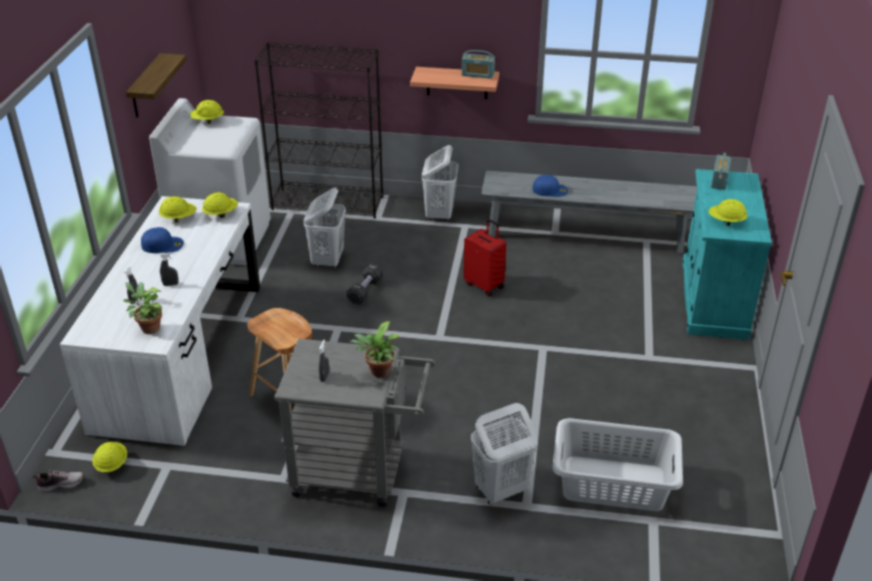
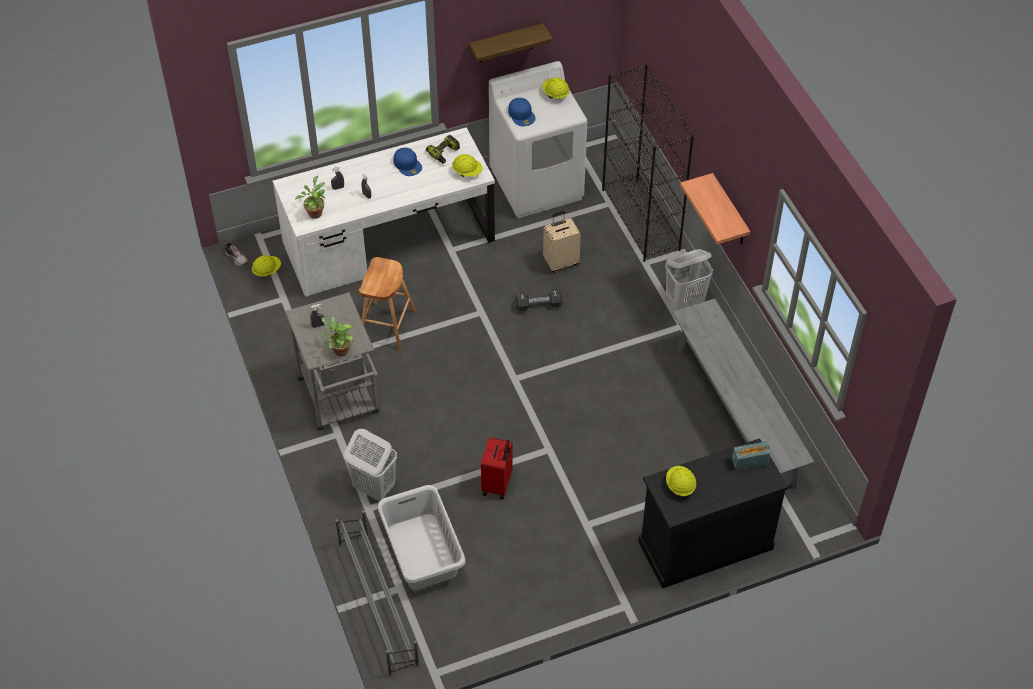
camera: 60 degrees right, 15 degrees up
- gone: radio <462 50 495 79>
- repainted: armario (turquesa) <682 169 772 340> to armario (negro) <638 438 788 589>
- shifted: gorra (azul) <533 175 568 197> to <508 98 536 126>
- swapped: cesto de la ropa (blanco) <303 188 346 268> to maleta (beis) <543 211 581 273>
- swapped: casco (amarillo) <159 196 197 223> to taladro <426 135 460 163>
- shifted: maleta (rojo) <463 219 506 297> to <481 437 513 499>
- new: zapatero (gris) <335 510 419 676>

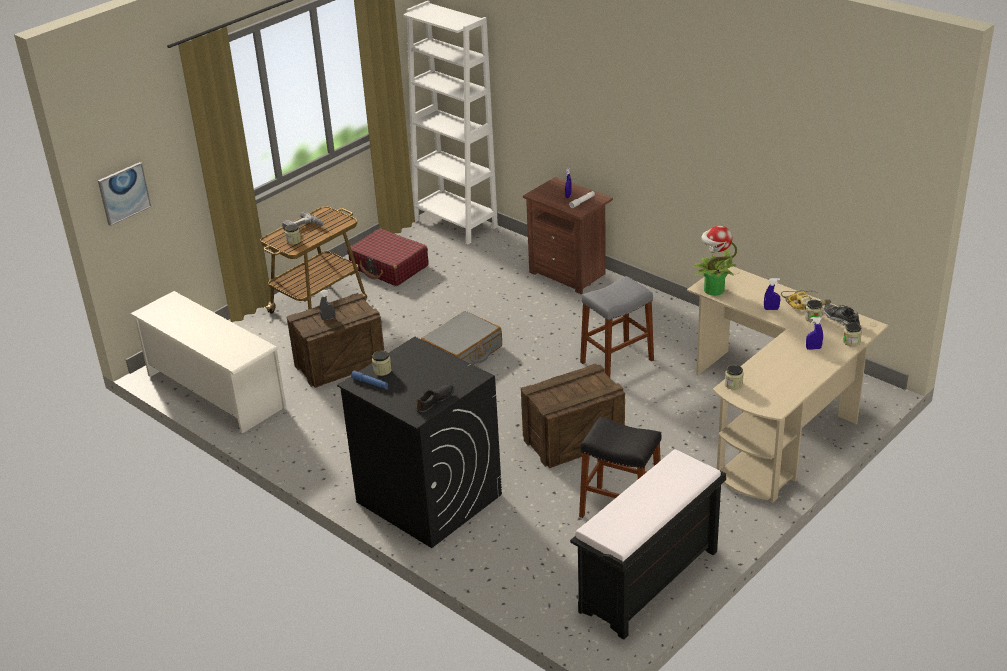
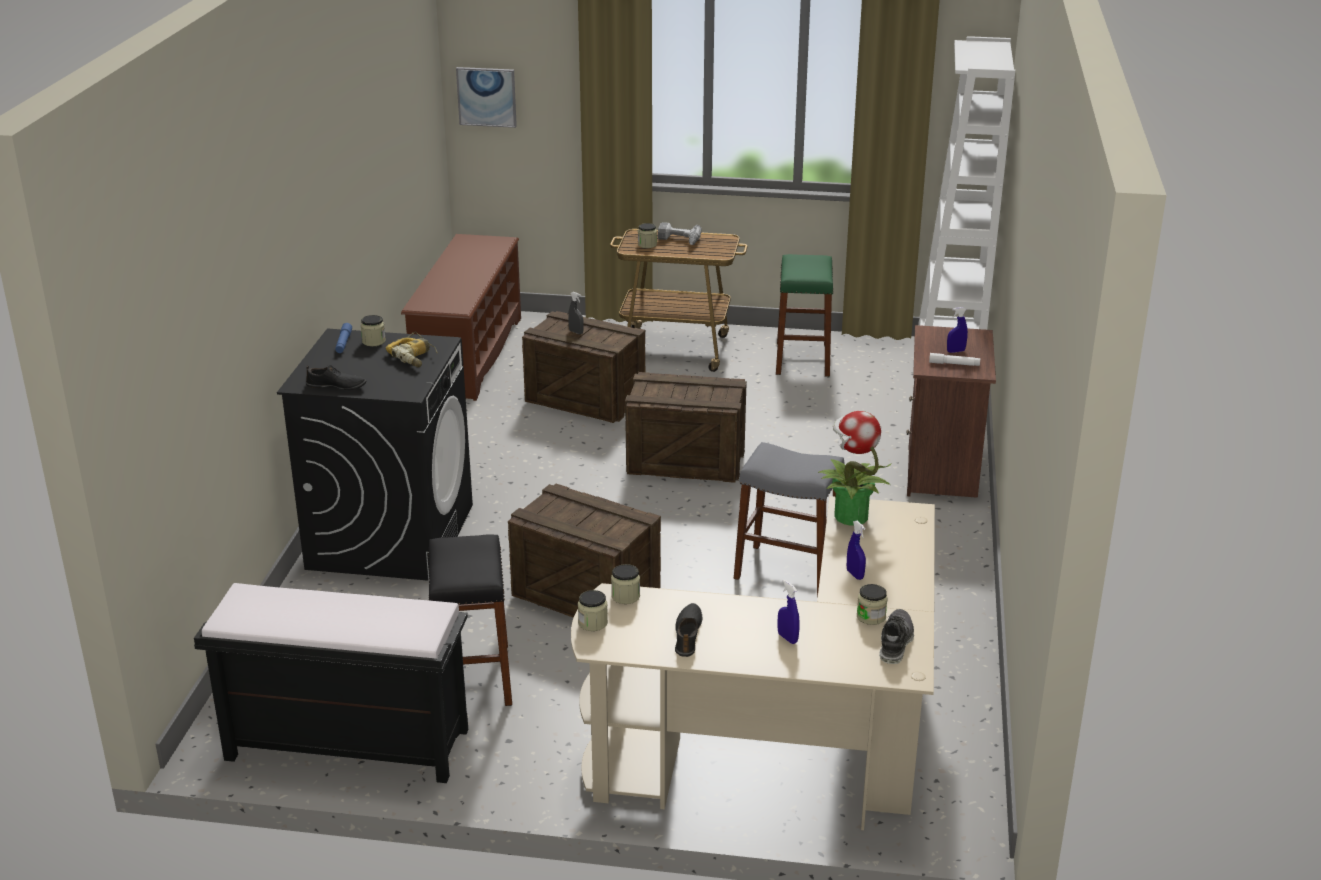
camera: 55 degrees right, 5 degrees down
- swapped: maleta (rojo) <347 228 429 286> to taburete (verde) <776 254 833 377>
- shifted: taladro <781 290 831 310> to <386 332 438 367>
- repainted: zapatero (blanco) <130 291 287 434> to zapatero (marrón) <401 234 521 401>
- swapped: maleta (gris) <421 311 502 365> to caja de embalaje <625 372 747 483>
- shifted: tarro <843 322 862 346> to <578 590 608 631>
- new: zapato (negro) <675 603 703 657>

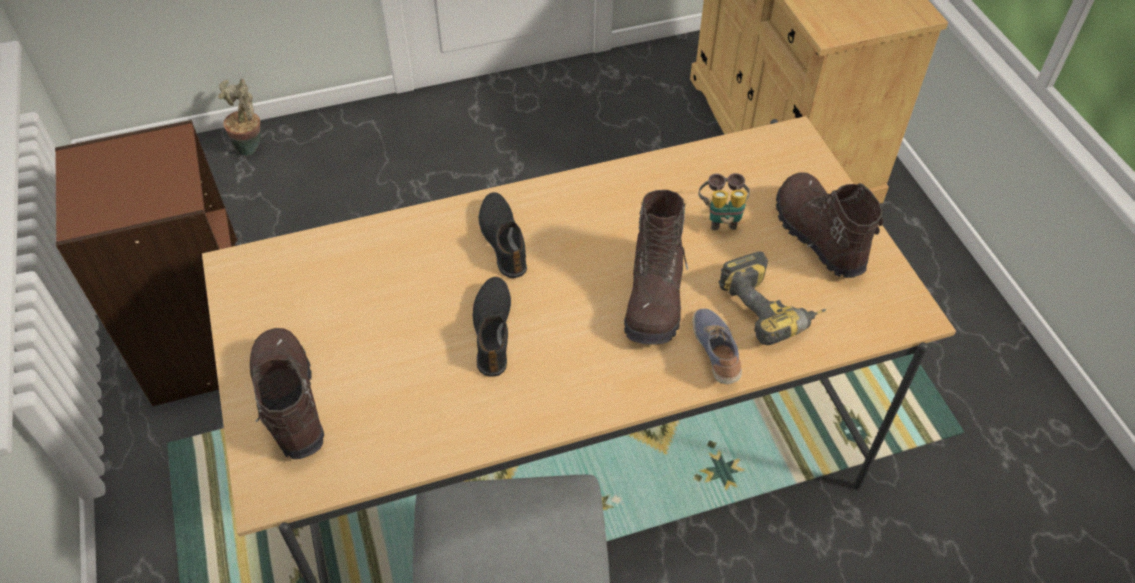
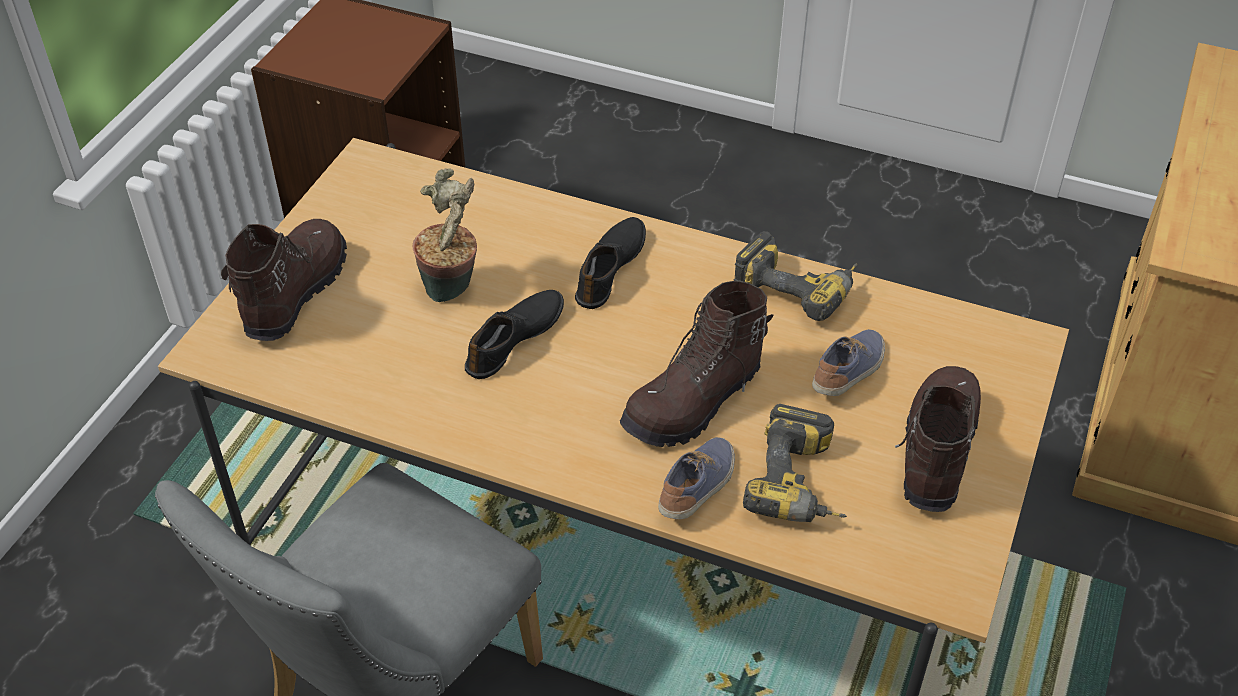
camera: 40 degrees right, 5 degrees down
- shifted: planta en maceta <218 78 261 156> to <413 168 477 302>
- swapped: prismáticos <698 173 750 230> to zapato <812 329 885 396>
- new: taladro <734 231 857 321>

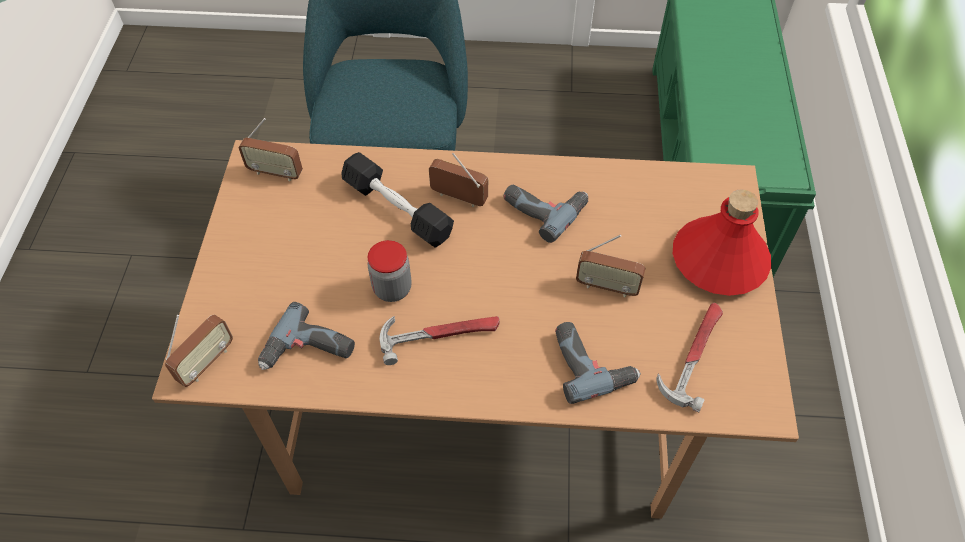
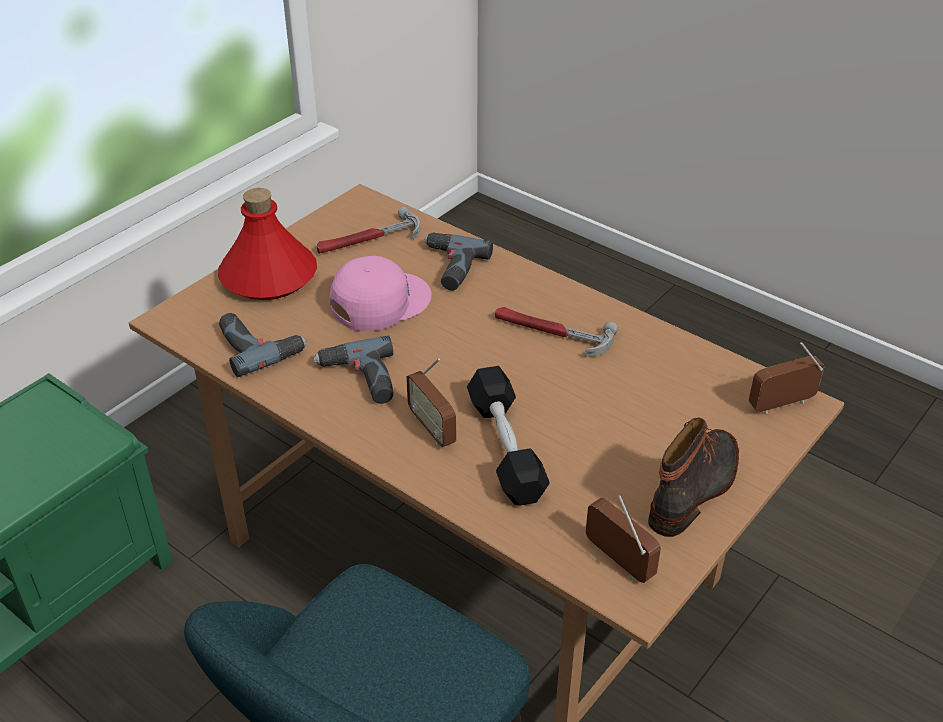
camera: 145 degrees left, 15 degrees down
- swapped: radio <576 234 645 297> to gorra (rosa) <329 256 432 331>
- gone: tarro <368 240 412 302>
- shifted: taladro <258 302 355 370> to <219 313 307 377>
- new: bota <648 418 739 537>

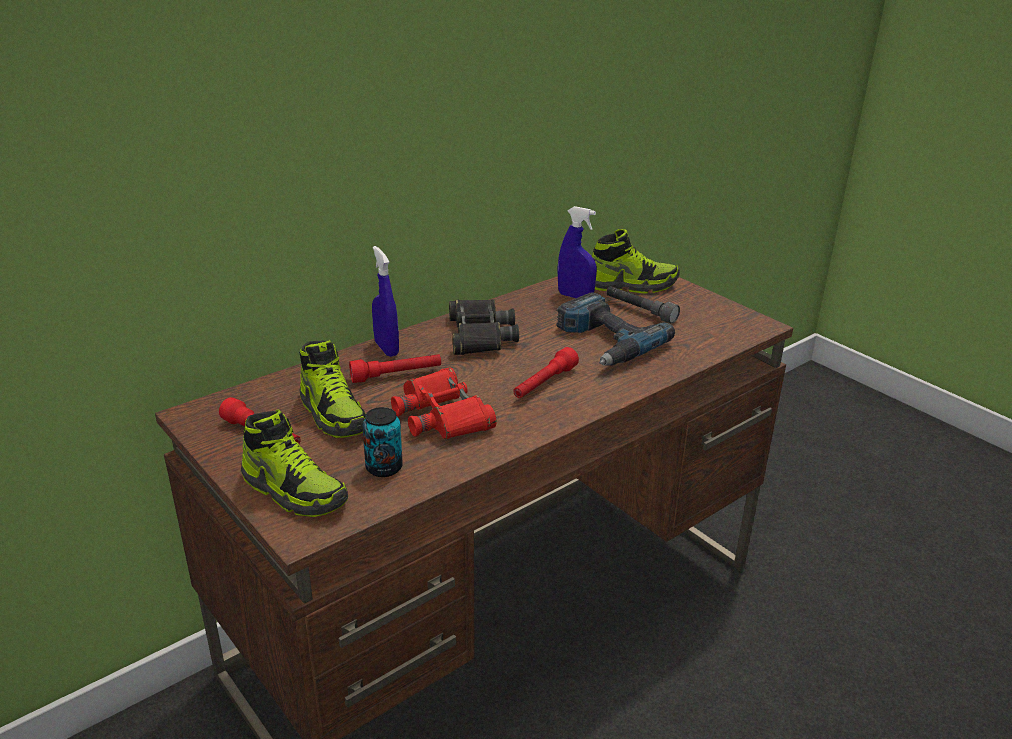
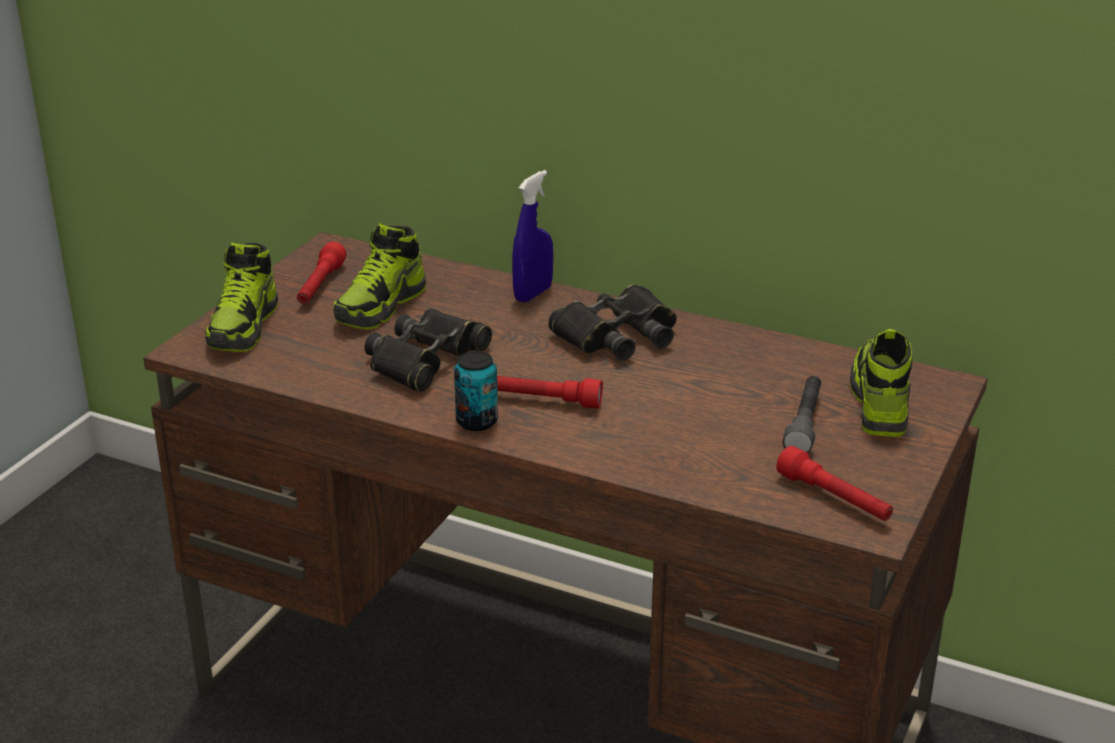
camera: 65 degrees right, 0 degrees up
- gone: pulverizador (azul) <557 206 597 298>
- rotated: zapato <592 229 680 294> = <850 329 912 437> 150 degrees counterclockwise
- gone: taladro <556 292 675 366>
- shifted: linterna (rojo) <349 354 441 383> to <776 446 893 521>
- repainted: prismáticos (rojo) <391 367 497 439> to prismáticos (negro) <364 308 492 392>
- shifted: lata <362 407 403 477> to <454 351 498 431>

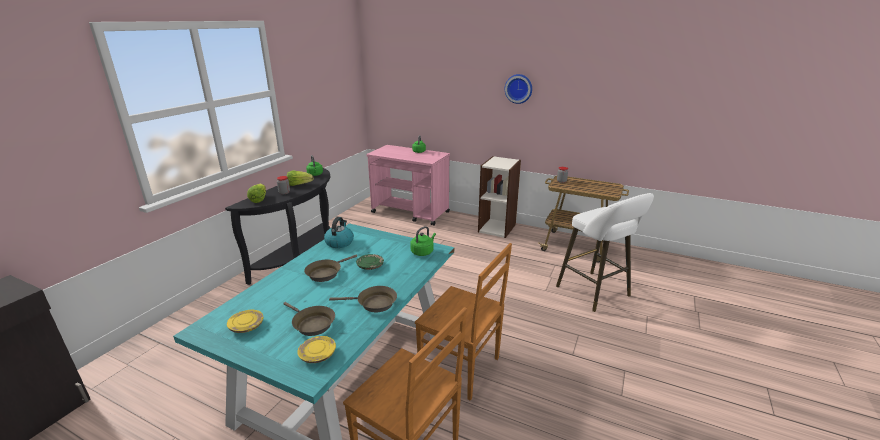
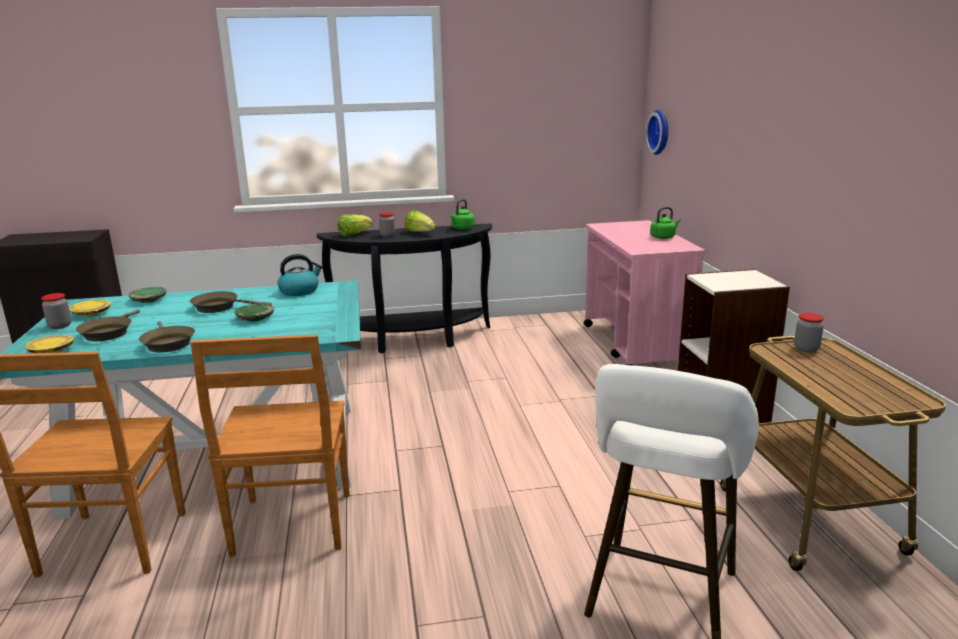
camera: 55 degrees right, 5 degrees down
- shifted: reloj de pared <505 74 532 104> to <646 110 668 155>
- gone: hervidor (verde) <410 226 436 256>
- new: plato (verde) <128 287 167 303>
- new: tarro <41 293 72 329>

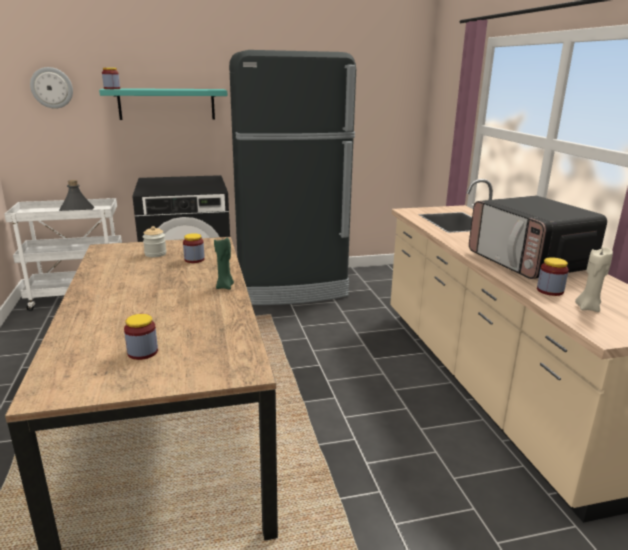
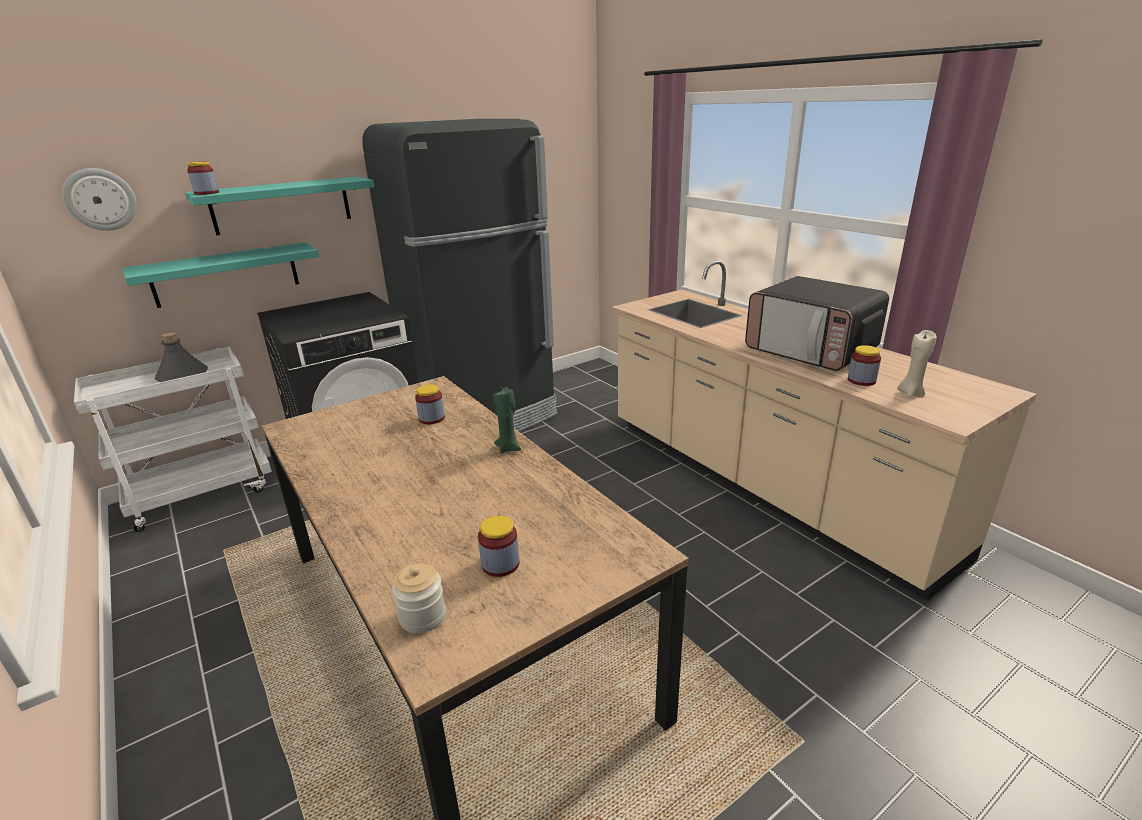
camera: 20 degrees left, 5 degrees up
- shifted: tarro <143 226 167 257> to <392 563 446 633>
- new: estante (turquesa) <123 242 319 308>

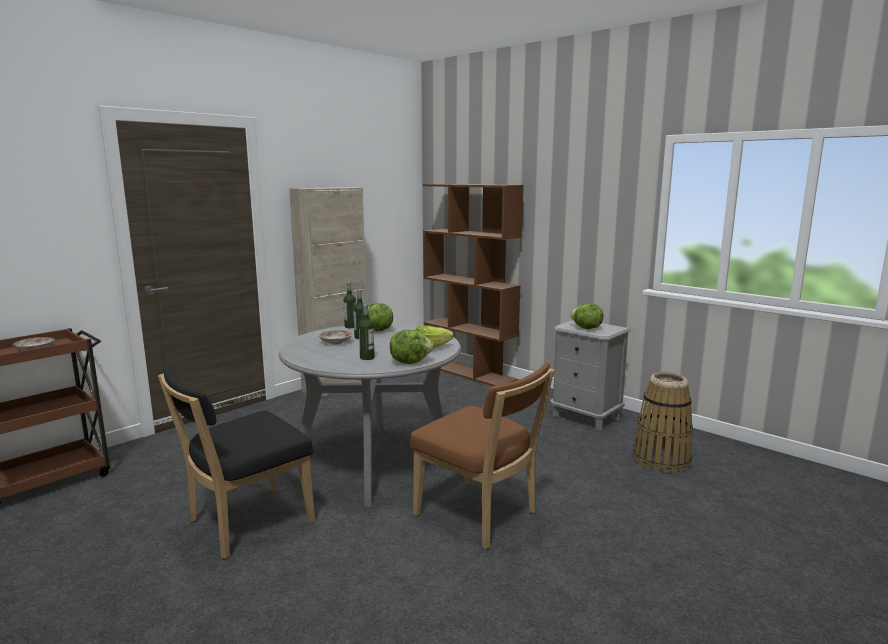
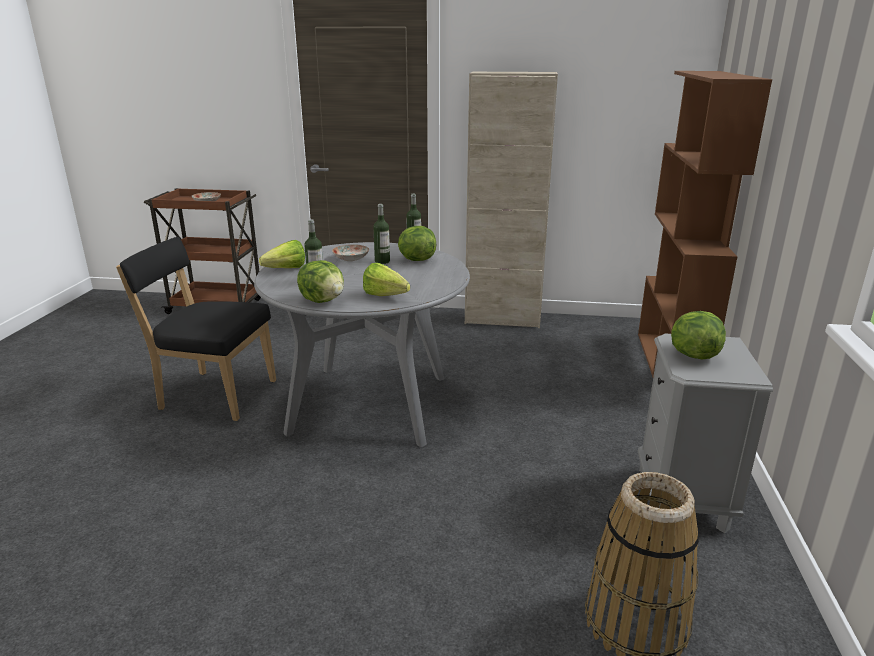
camera: 55 degrees right, 10 degrees up
- gone: silla (marrón) <410 363 554 549>
- new: lechuga <259 240 305 268>

